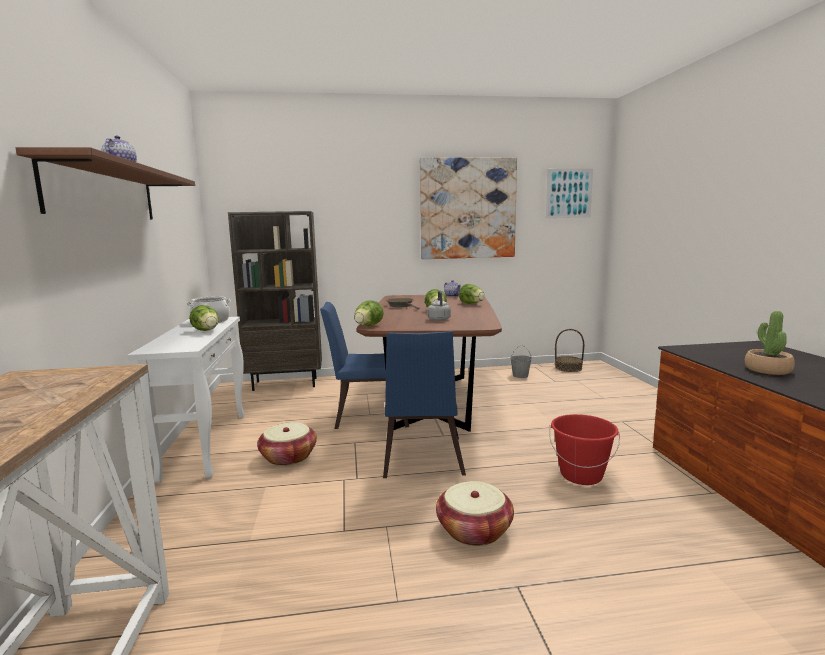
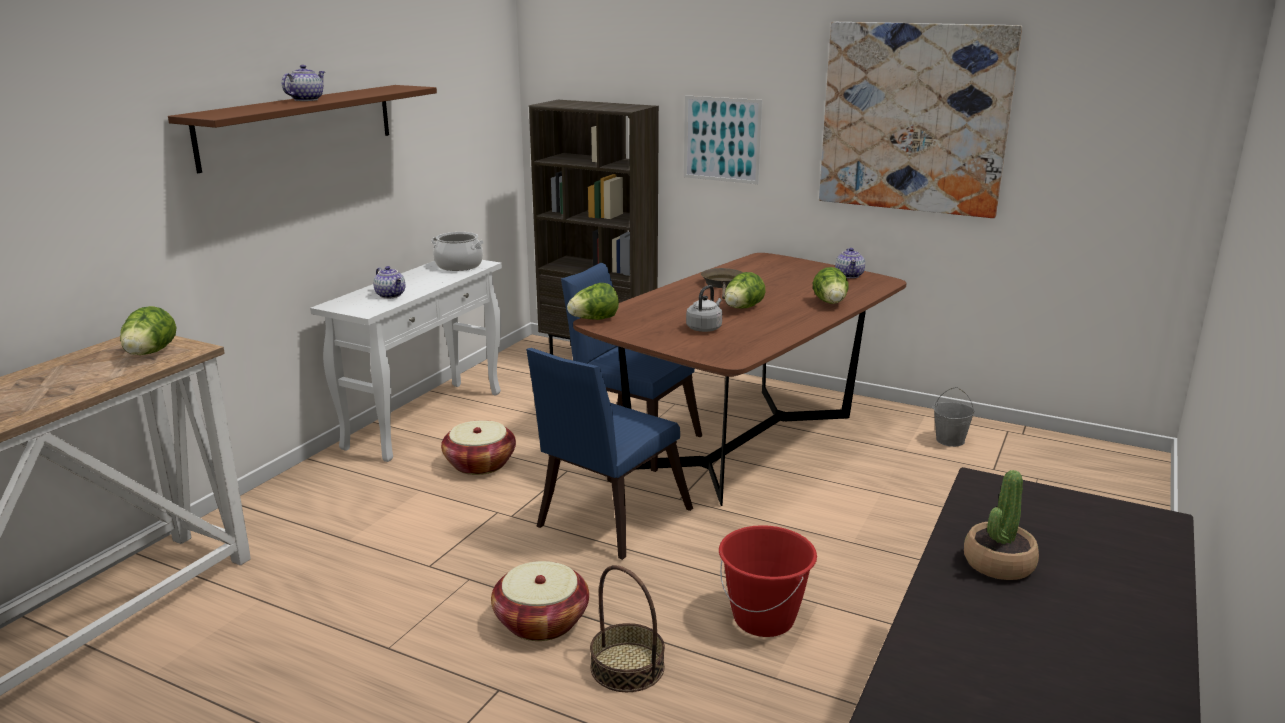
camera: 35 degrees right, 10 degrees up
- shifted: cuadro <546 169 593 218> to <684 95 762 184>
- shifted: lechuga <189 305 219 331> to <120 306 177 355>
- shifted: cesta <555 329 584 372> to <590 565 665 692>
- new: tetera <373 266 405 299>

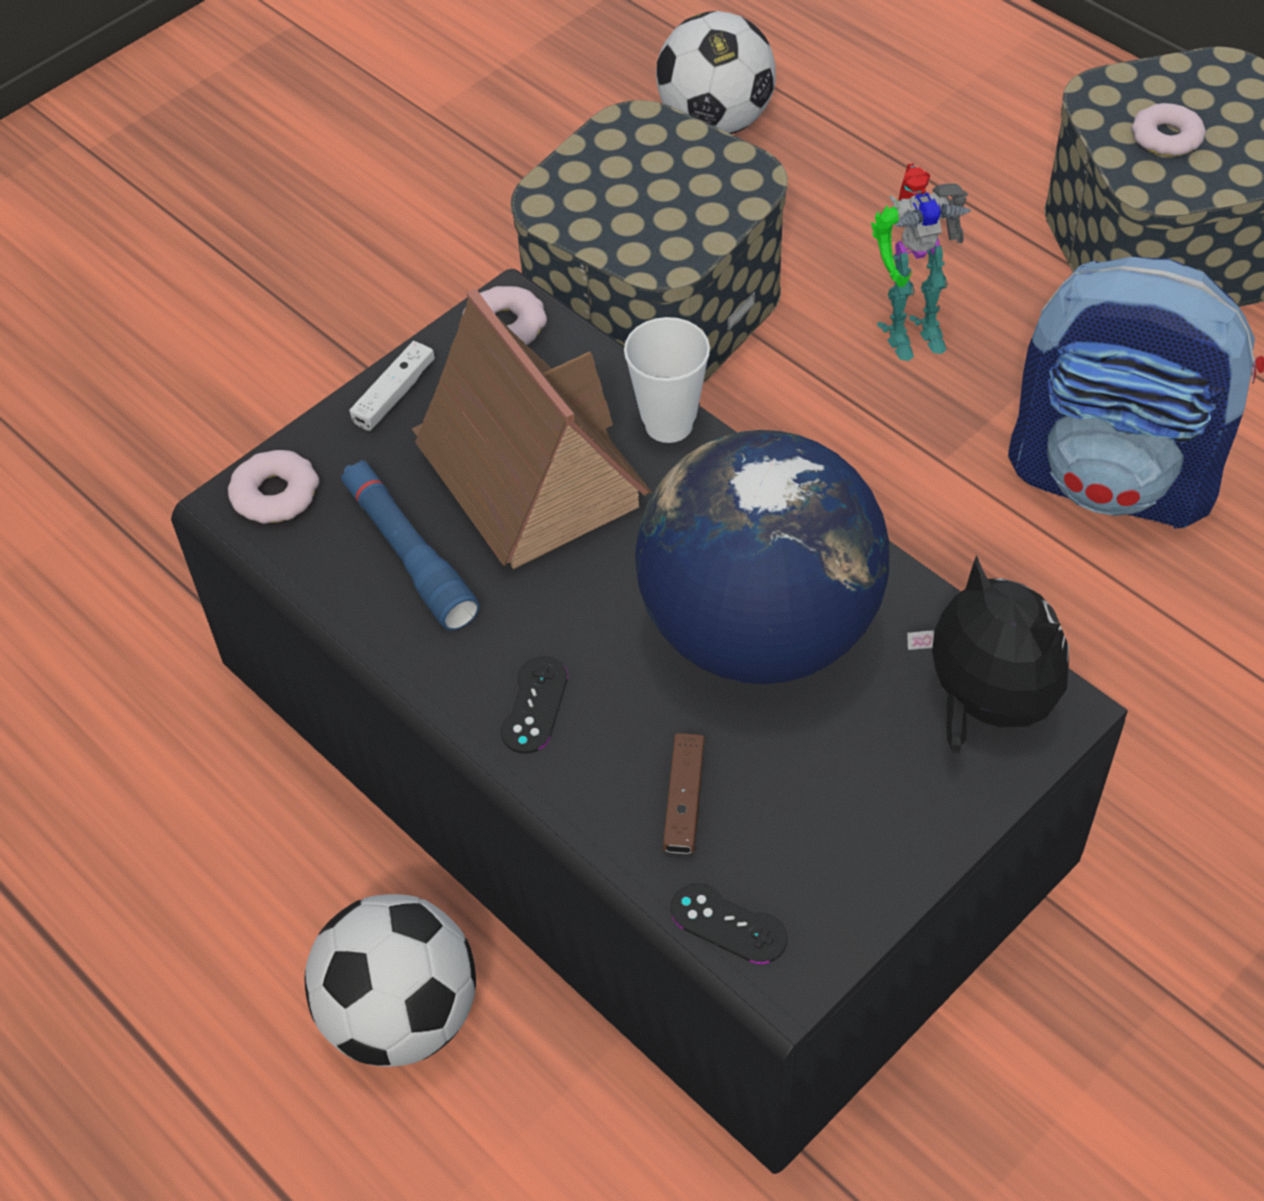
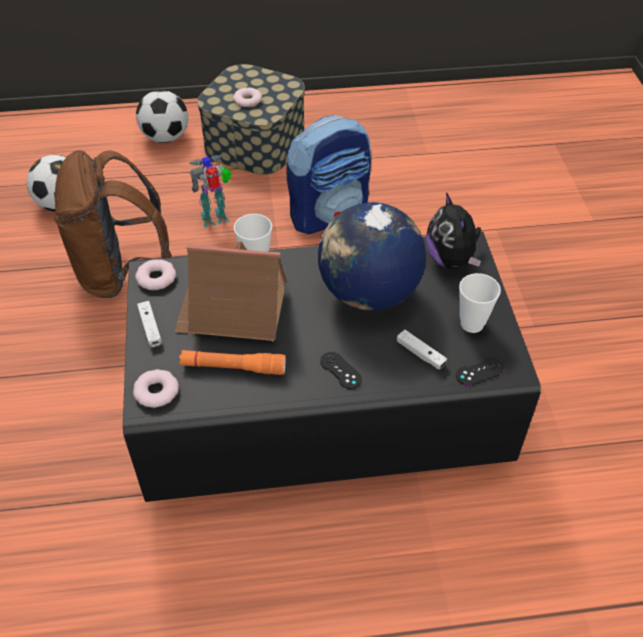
camera: 55 degrees left, 5 degrees down
- swapped: caja de almacenaje <511 100 788 383> to mochila (marrón) <54 150 172 298>
- rotated: robot de juguete <871 163 971 361> = <190 155 232 228> 135 degrees counterclockwise
- repainted: linterna (azul) <341 460 480 630> to linterna (naranja) <179 350 286 375>
- rotated: peluche <907 555 1069 753> = <426 192 481 269> 105 degrees counterclockwise
- repainted: mando de consola (marrón) <663 733 704 854> to mando de consola (blanco) <397 330 447 370>
- shifted: balón de fútbol <305 894 476 1067> to <136 90 188 143>
- new: taza <459 273 501 333>

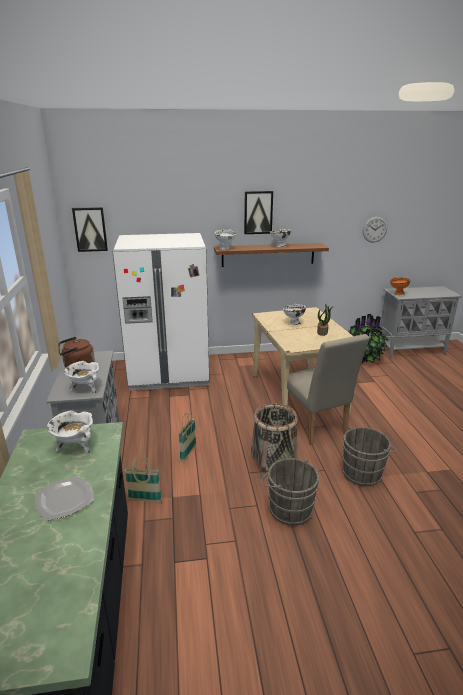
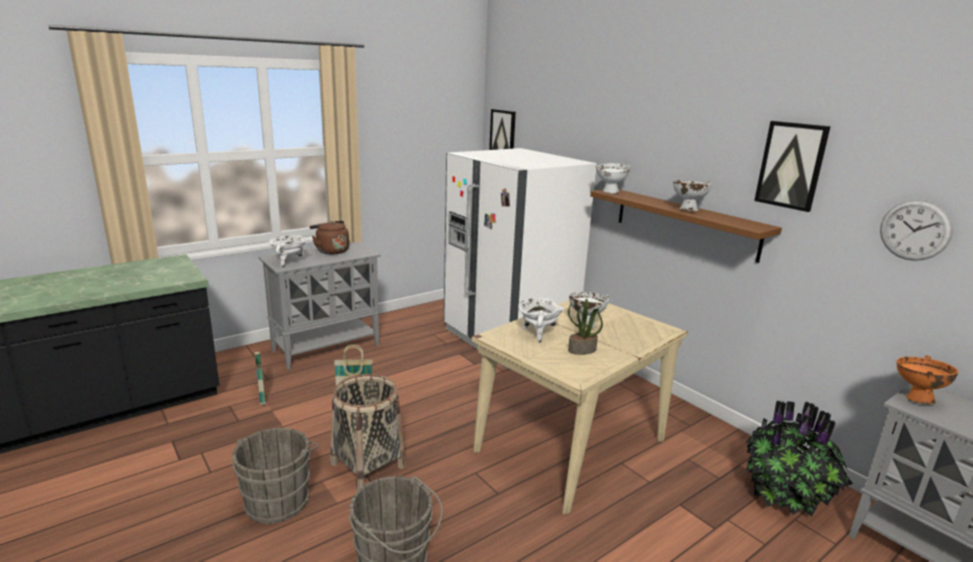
camera: 60 degrees right, 5 degrees down
- shifted: cuadro <244 191 273 234> to <754 121 831 212>
- gone: silla (beis) <287 334 369 445>
- shifted: olla (blanco) <47 410 93 454> to <518 298 564 343>
- gone: plato <35 476 94 521>

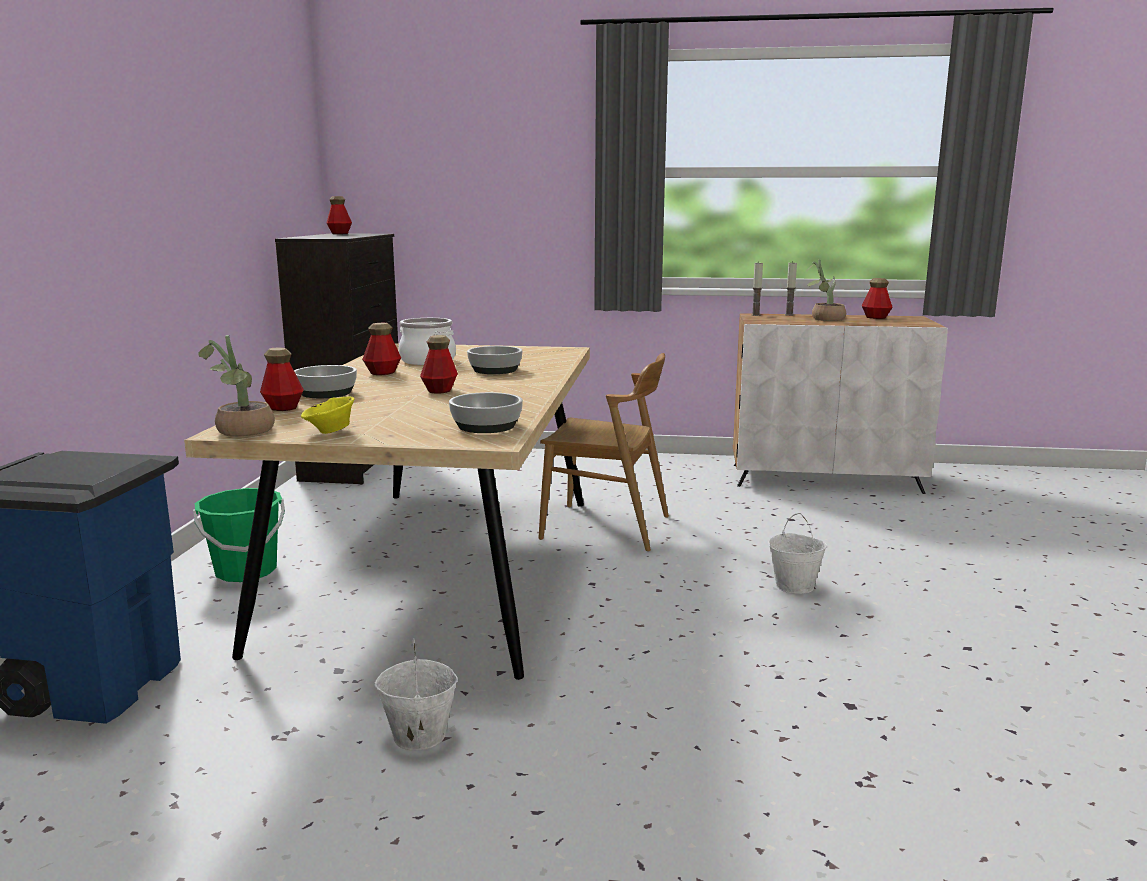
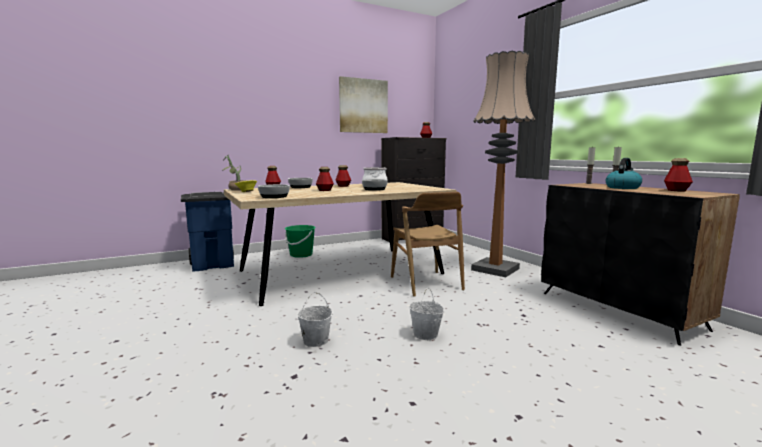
camera: 55 degrees right, 5 degrees down
- swapped: planta en maceta <807 260 846 321> to hervidor <606 158 642 189>
- repainted: armario (blanco) <733 313 948 494> to armario (negro) <541 183 740 346>
- shifted: cubo (blanco) <374 638 458 751> to <297 292 333 347>
- new: lámpara de pie <471 51 535 277>
- new: cuadro <339 76 388 133>

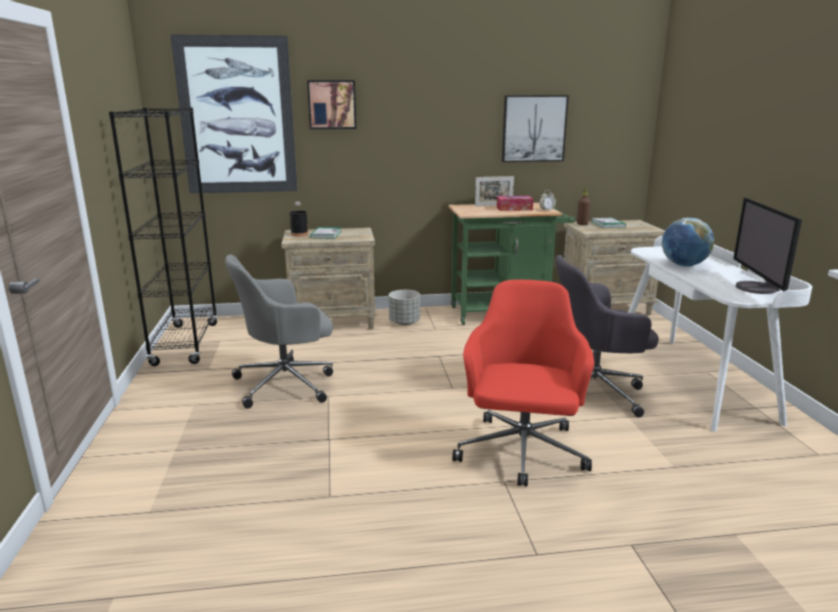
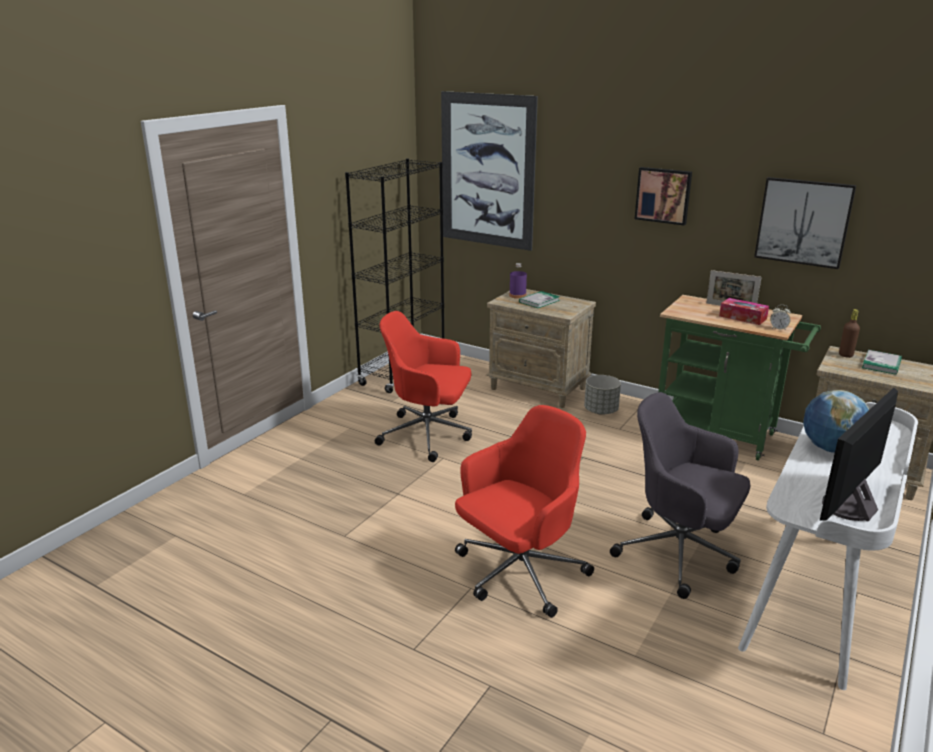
camera: 40 degrees right, 5 degrees up
- shifted: cuadro <307 80 356 129> to <635 167 692 225>
- repainted: botella (negro) <290 202 308 237> to botella (morado) <509 263 527 299>
- repainted: silla de oficina (gris) <225 254 333 409> to silla de oficina (rojo) <375 311 472 462>

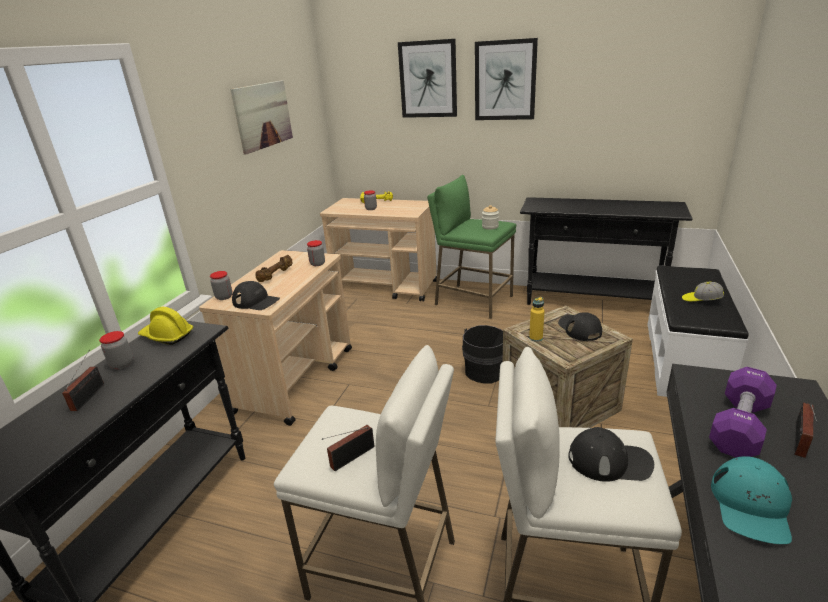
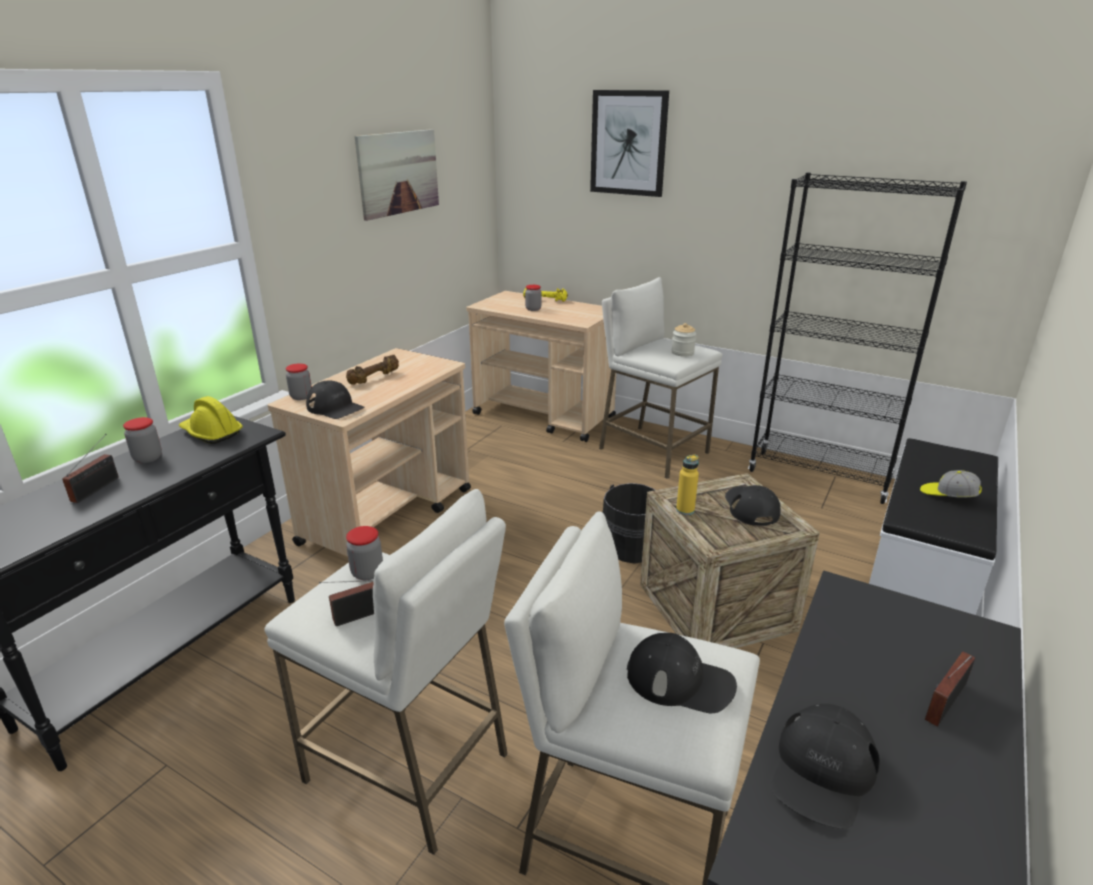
camera: 10 degrees right, 0 degrees up
- gone: cuadro <475 38 538 120>
- repainted: taburete (verde) <427 175 516 319> to taburete (blanco) <599 277 723 479>
- swapped: mesa consola (negro) <520 197 692 305> to estantería (negro) <748 173 967 504>
- shifted: tarro <307 240 325 266> to <346 526 383 580>
- gone: mancuerna (morado) <709 367 777 457>
- repainted: gorra (turquesa) <711 456 792 544> to gorra (negro) <771 704 880 829>

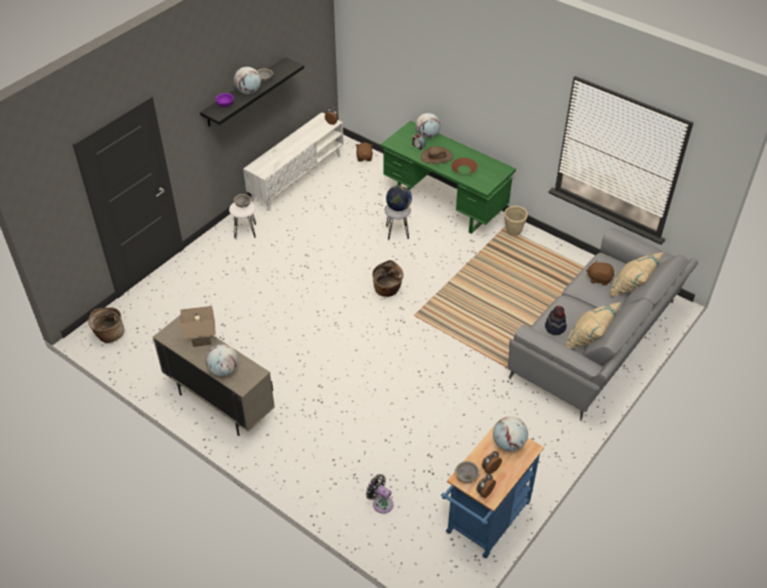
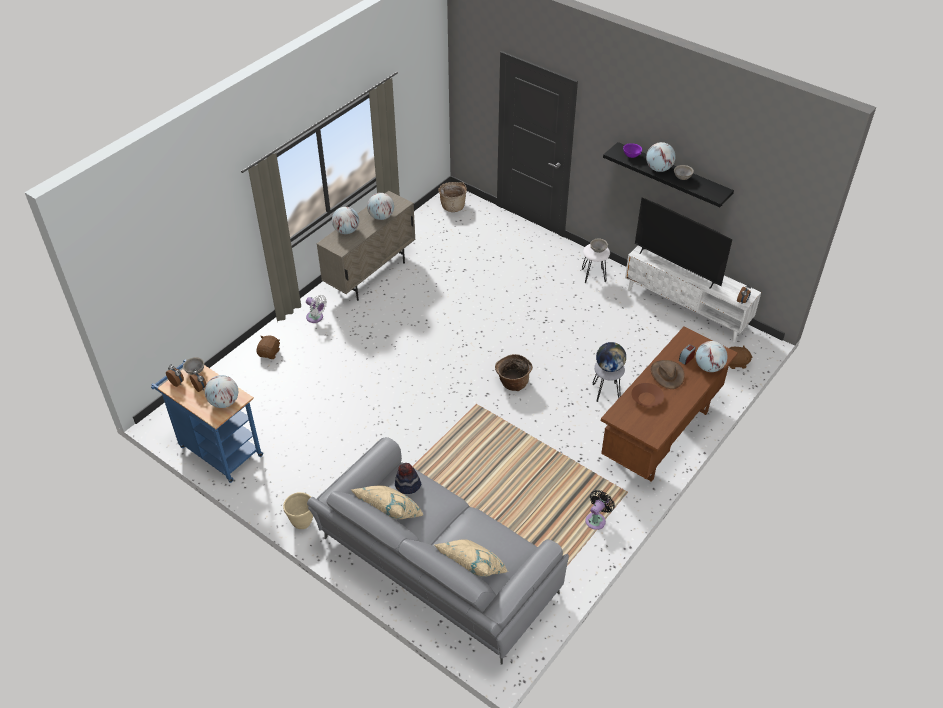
camera: 90 degrees right, 0 degrees up
- repainted: escritorio (verde) <380 121 516 234> to escritorio (marrón) <601 327 737 482>
- shifted: maceta (beis) <504 206 528 236> to <283 492 313 529>
- shifted: peluche (marrón) <586 260 614 286> to <257 335 280 359>
- swapped: lámpara de mesa (beis) <181 306 216 347> to globo terráqueo <367 193 394 220>
- shifted: ventilador (negro) <366 474 393 514> to <585 490 615 530>
- new: televisor <635 197 732 289>
- new: ventilador (blanco) <306 295 327 323>

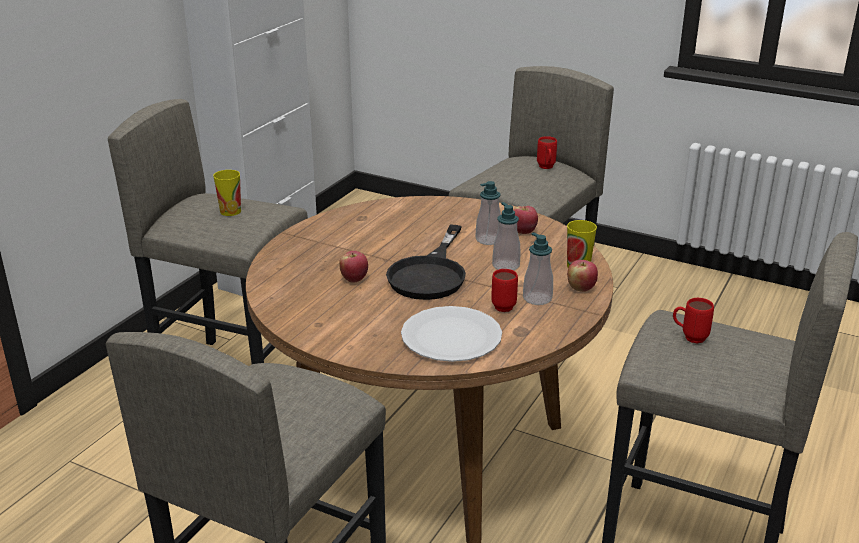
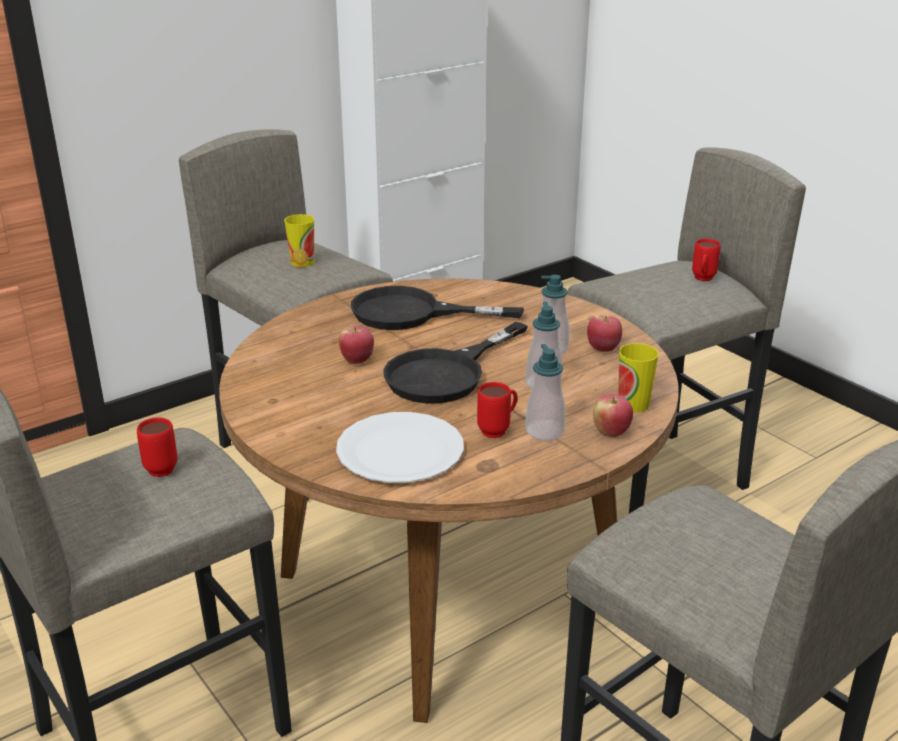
camera: 25 degrees right, 0 degrees up
- shifted: taza grande (rojo) <673 298 714 343> to <137 417 178 477>
- new: sartén (negro) <351 286 524 330>

